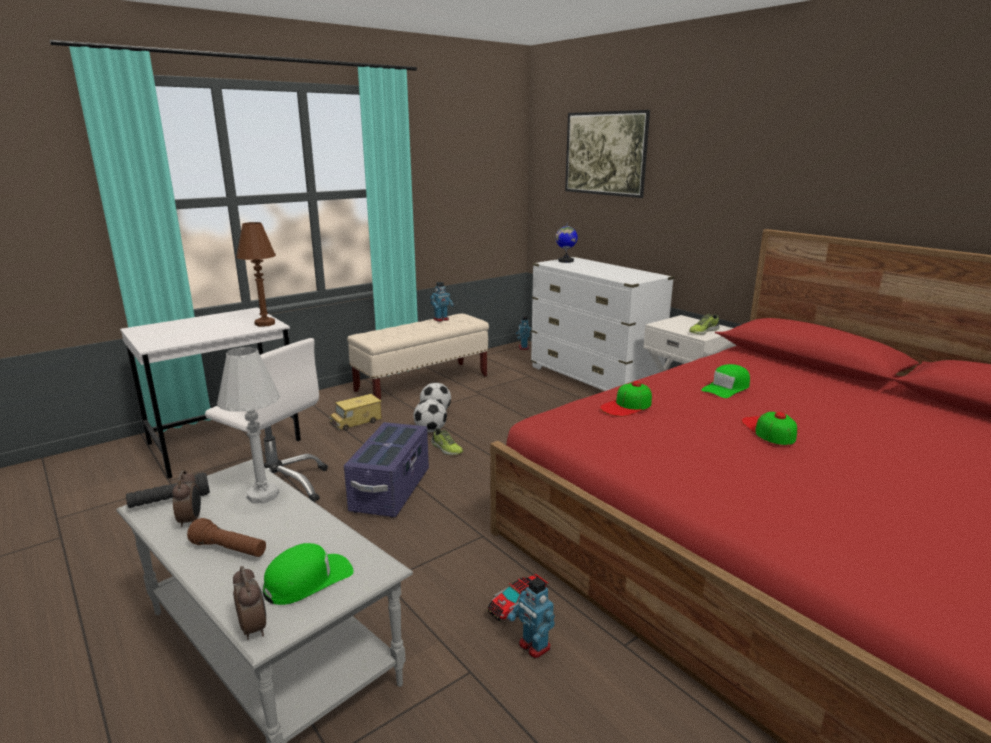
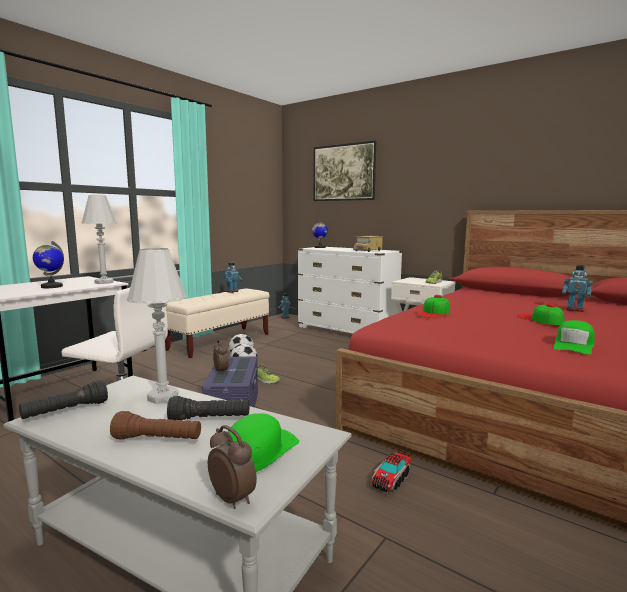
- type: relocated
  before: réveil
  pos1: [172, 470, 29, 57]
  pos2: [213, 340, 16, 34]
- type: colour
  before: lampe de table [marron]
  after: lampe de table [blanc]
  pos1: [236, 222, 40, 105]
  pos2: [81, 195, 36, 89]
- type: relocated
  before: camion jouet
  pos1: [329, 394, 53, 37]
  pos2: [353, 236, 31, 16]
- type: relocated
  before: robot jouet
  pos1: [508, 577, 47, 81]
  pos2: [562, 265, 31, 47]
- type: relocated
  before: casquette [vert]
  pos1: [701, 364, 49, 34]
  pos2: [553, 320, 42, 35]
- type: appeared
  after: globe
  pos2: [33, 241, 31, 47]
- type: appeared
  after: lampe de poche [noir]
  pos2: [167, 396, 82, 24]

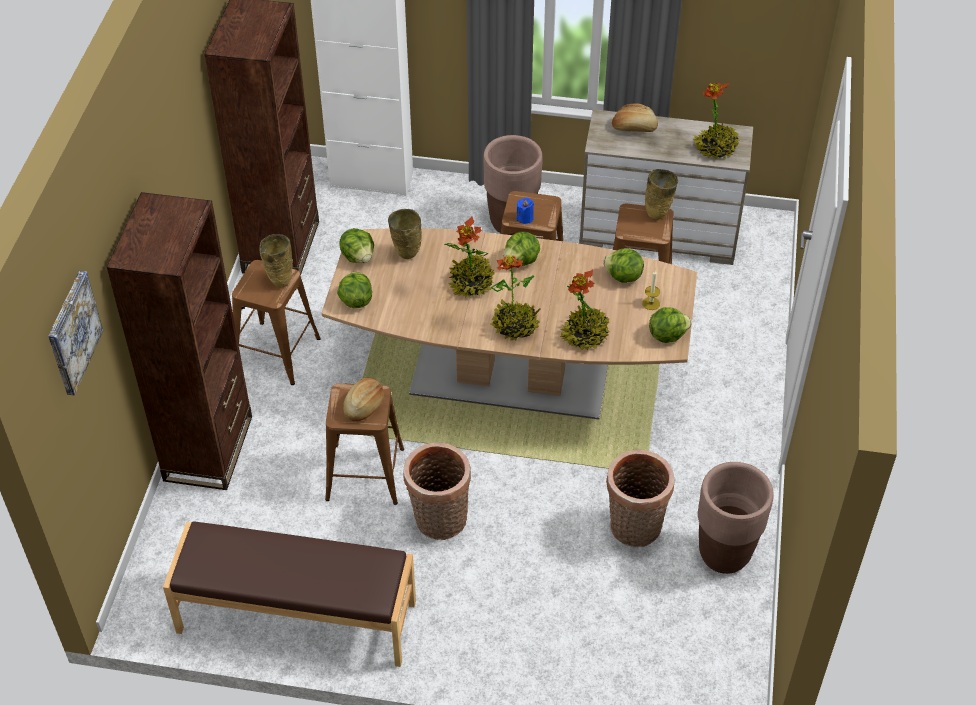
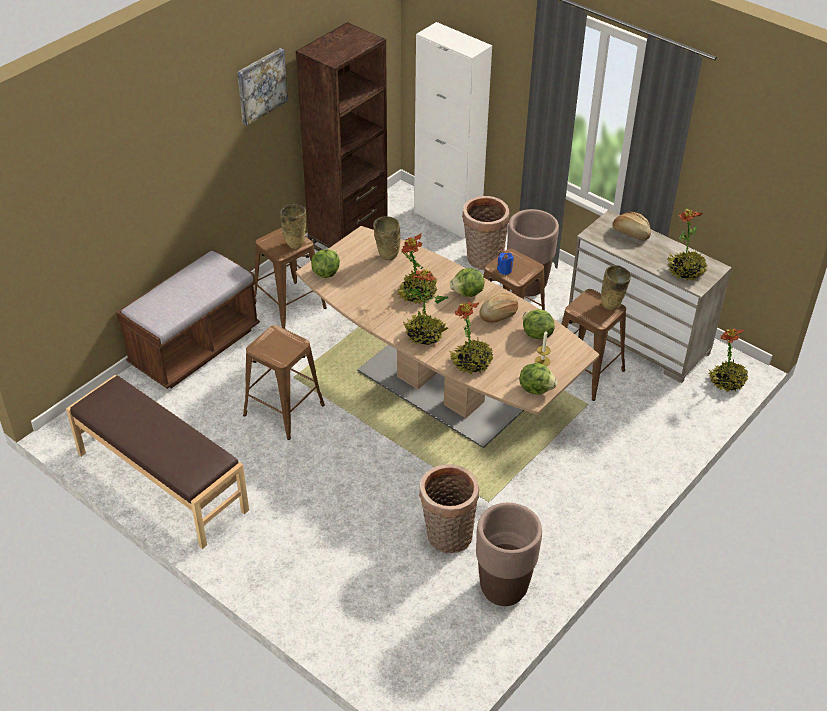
- type: relocated
  before: tableau
  pos1: [48, 271, 55, 125]
  pos2: [237, 48, 51, 78]
- type: exchanged
  before: bibliothèque [marron]
  after: banc [marron]
  pos1: [106, 192, 146, 298]
  pos2: [116, 249, 144, 140]
- type: missing
  before: laitue
  pos1: [339, 228, 35, 35]
- type: relocated
  before: pain
  pos1: [343, 378, 41, 43]
  pos2: [479, 293, 39, 30]
- type: relocated
  before: panier
  pos1: [403, 443, 68, 97]
  pos2: [462, 196, 48, 74]
- type: appeared
  after: plante en pot
  pos2: [708, 328, 40, 64]

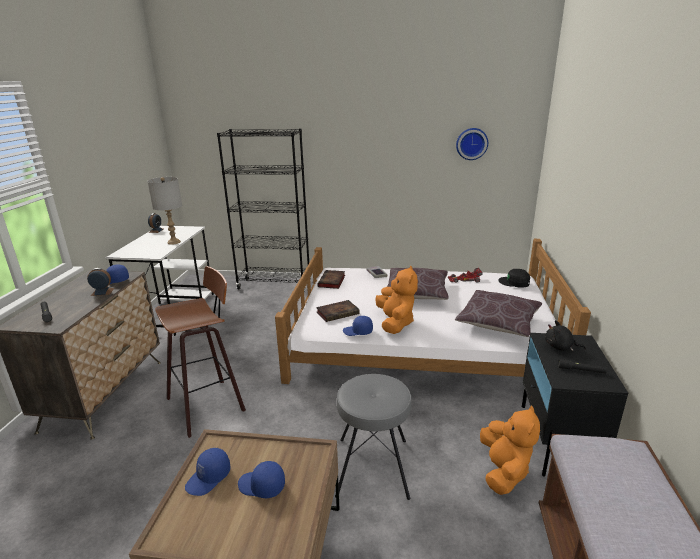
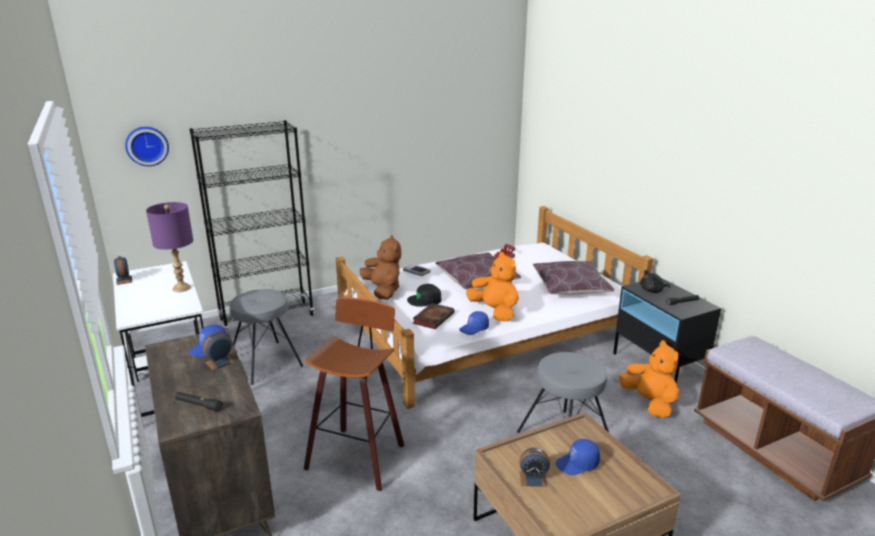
- type: colour
  before: lampe de table [gris]
  after: lampe de table [violet]
  pos1: [147, 177, 35, 68]
  pos2: [146, 202, 47, 90]
- type: exchanged
  before: casquette [bleu]
  after: réveil
  pos1: [185, 448, 46, 48]
  pos2: [519, 448, 31, 39]
- type: exchanged
  before: livre
  after: peluche [marron]
  pos1: [317, 270, 28, 19]
  pos2: [360, 235, 41, 65]
- type: relocated
  before: horloge murale
  pos1: [456, 128, 32, 32]
  pos2: [125, 127, 44, 39]
- type: relocated
  before: casquette [noir]
  pos1: [498, 269, 32, 18]
  pos2: [407, 284, 34, 23]
- type: appeared
  after: tabouret [gris]
  pos2: [230, 289, 73, 96]

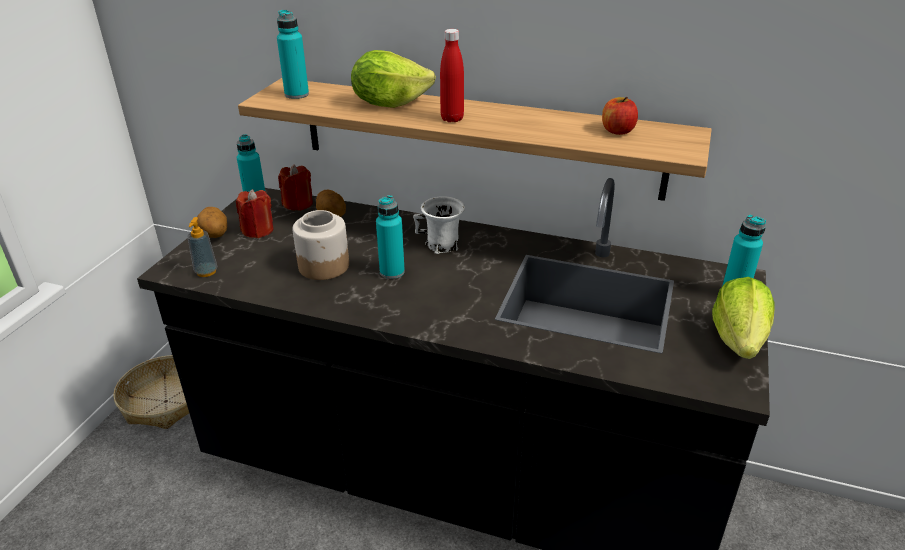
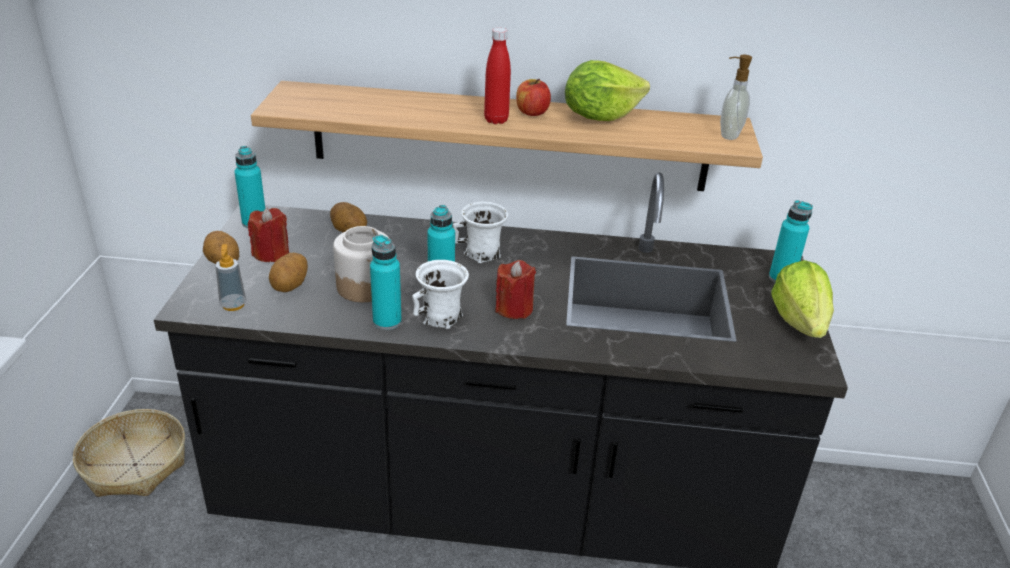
- type: relocated
  before: bouteille [turquoise]
  pos1: [277, 10, 32, 89]
  pos2: [370, 235, 32, 95]
- type: relocated
  before: bougie [rouge]
  pos1: [278, 164, 35, 47]
  pos2: [495, 260, 41, 59]
- type: relocated
  before: laitue
  pos1: [351, 50, 85, 58]
  pos2: [565, 60, 85, 61]
- type: relocated
  before: pomme
  pos1: [602, 97, 36, 38]
  pos2: [516, 79, 35, 37]
- type: appeared
  after: pomme de terre
  pos2: [269, 253, 39, 39]
- type: appeared
  after: mug [blanc]
  pos2: [412, 260, 57, 69]
- type: appeared
  after: distributeur de savon
  pos2: [720, 55, 32, 85]

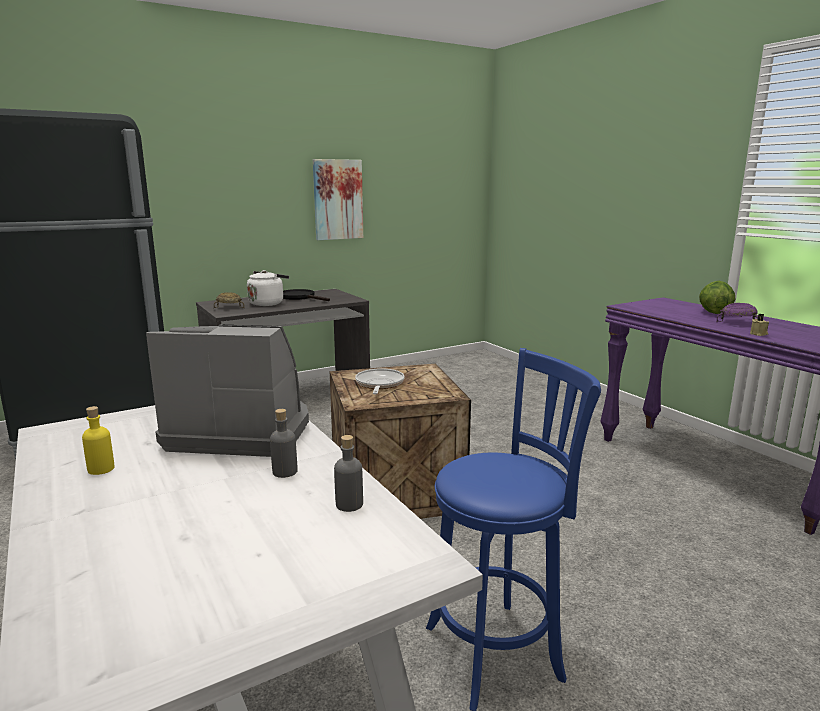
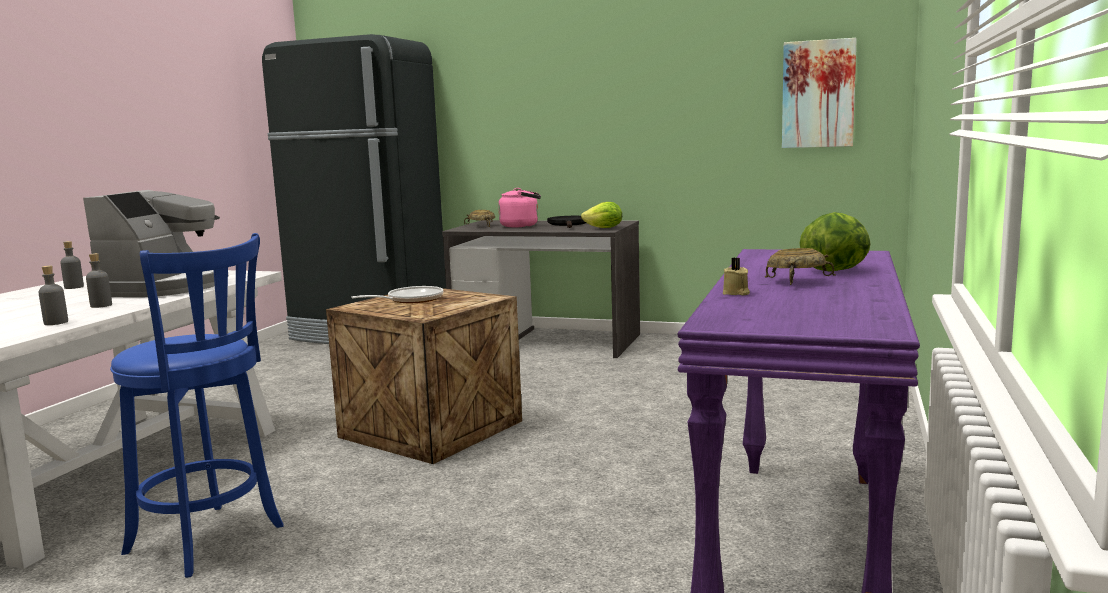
- type: colour
  before: bouteille [jaune]
  after: bouteille [gris]
  pos1: [82, 406, 33, 69]
  pos2: [60, 241, 24, 48]
- type: spun
  before: machine à café
  pos1: [146, 325, 163, 132]
  pos2: [83, 190, 146, 107]
  turn: 45
- type: colour
  before: bouilloire [blanc]
  after: bouilloire [rose]
  pos1: [247, 270, 42, 36]
  pos2: [498, 188, 43, 39]
- type: relocated
  before: tableau
  pos1: [313, 159, 50, 81]
  pos2: [782, 38, 75, 110]
- type: colour
  before: bol [violet]
  after: bol [beige]
  pos1: [716, 303, 42, 19]
  pos2: [765, 248, 71, 37]
- type: appeared
  after: laitue
  pos2: [581, 202, 41, 26]

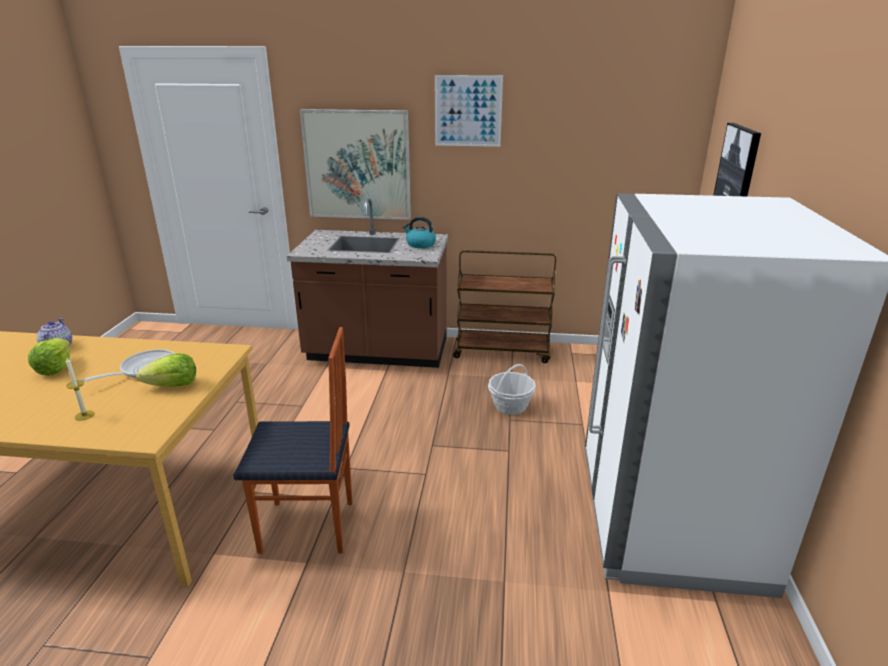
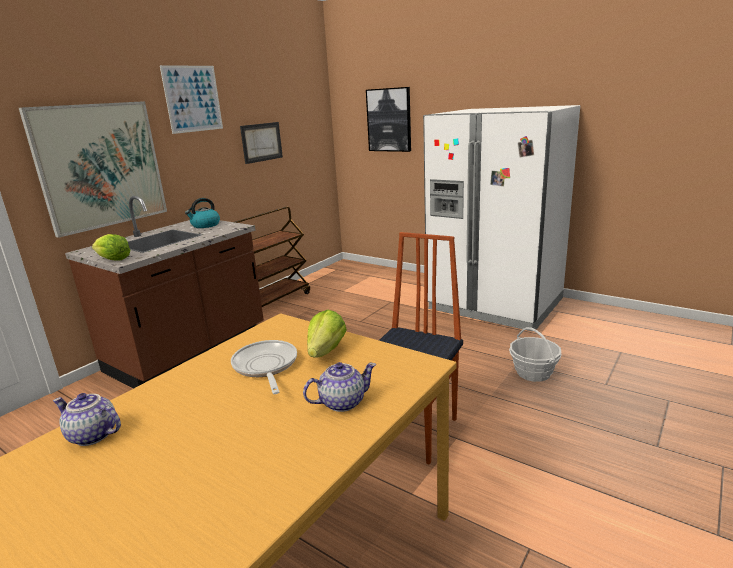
- type: relocated
  before: laitue
  pos1: [28, 338, 42, 38]
  pos2: [92, 234, 39, 27]
- type: exchanged
  before: bougie
  after: théière
  pos1: [66, 358, 29, 63]
  pos2: [303, 362, 73, 50]
- type: relocated
  before: panier
  pos1: [488, 364, 48, 51]
  pos2: [509, 327, 52, 55]
- type: appeared
  after: tableau
  pos2: [240, 122, 43, 42]

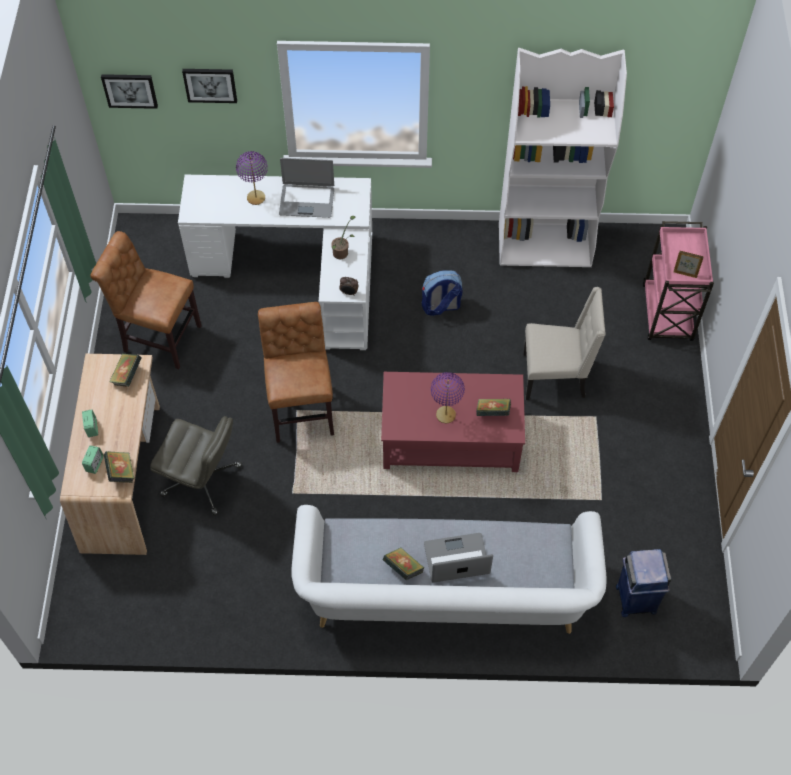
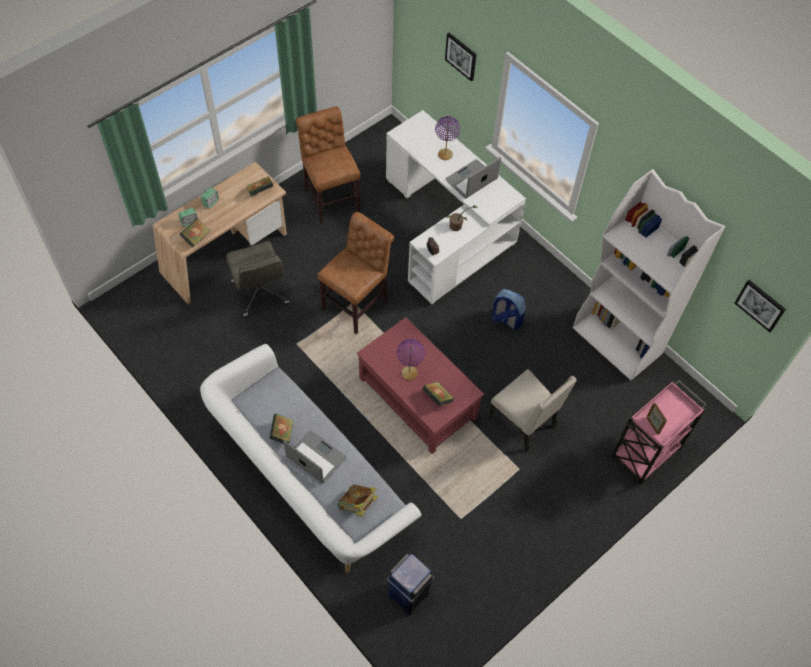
- type: relocated
  before: tableau
  pos1: [101, 74, 57, 35]
  pos2: [735, 280, 51, 52]
- type: spun
  before: ordinateur portable
  pos1: [279, 158, 55, 60]
  pos2: [446, 157, 55, 41]
  turn: 90
- type: appeared
  after: livre
  pos2: [337, 484, 41, 32]

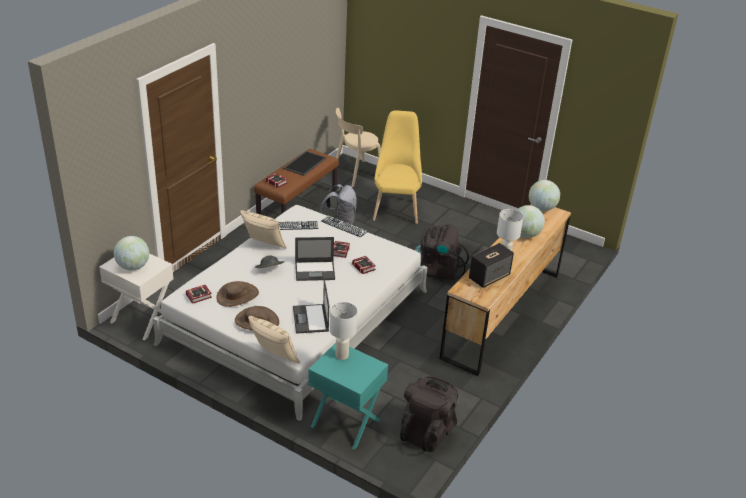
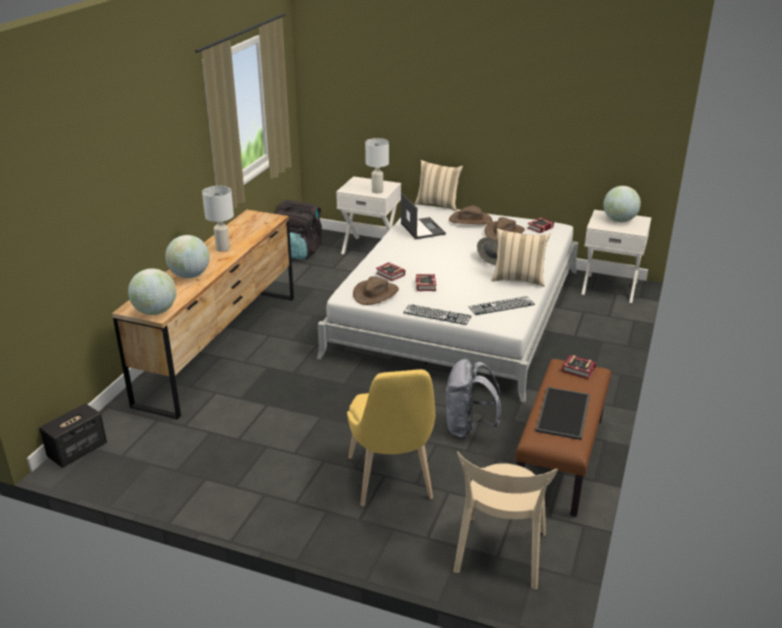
- type: missing
  before: ordinateur portable
  pos1: [295, 237, 40, 44]
- type: colour
  before: table de chevet [turquoise]
  after: table de chevet [blanc]
  pos1: [308, 343, 80, 107]
  pos2: [336, 176, 65, 78]
- type: spun
  before: chaise [beige]
  pos1: [336, 107, 45, 80]
  pos2: [453, 451, 105, 138]
  turn: 150
- type: missing
  before: sac à dos [noir]
  pos1: [415, 224, 54, 57]
- type: relocated
  before: enceinte
  pos1: [469, 243, 45, 45]
  pos2: [39, 403, 68, 65]
- type: appeared
  after: chapeau [marron]
  pos2: [353, 276, 46, 29]

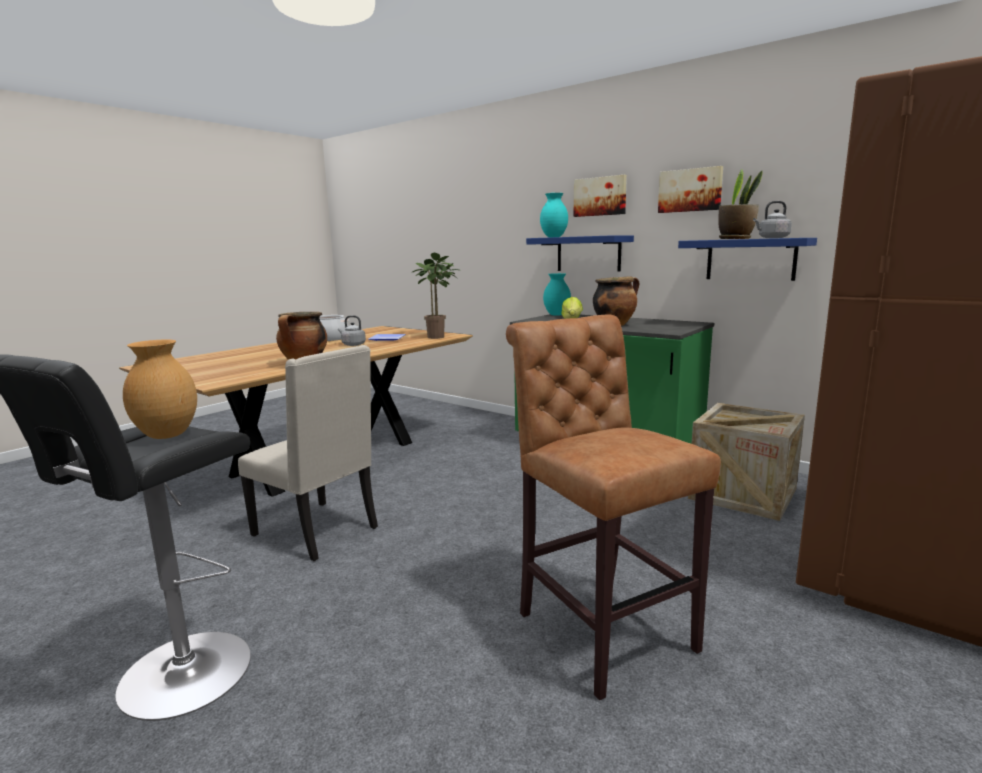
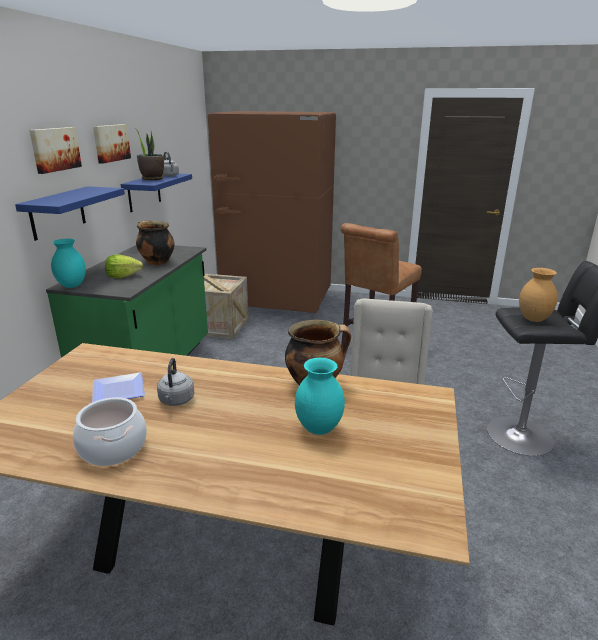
- type: missing
  before: plante en pot
  pos1: [413, 253, 46, 86]
- type: relocated
  before: vase [turquoise]
  pos1: [540, 193, 28, 44]
  pos2: [295, 358, 50, 77]

